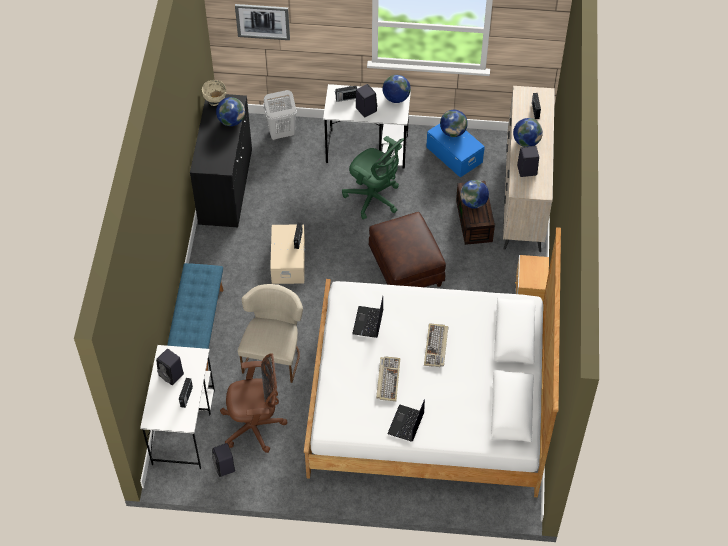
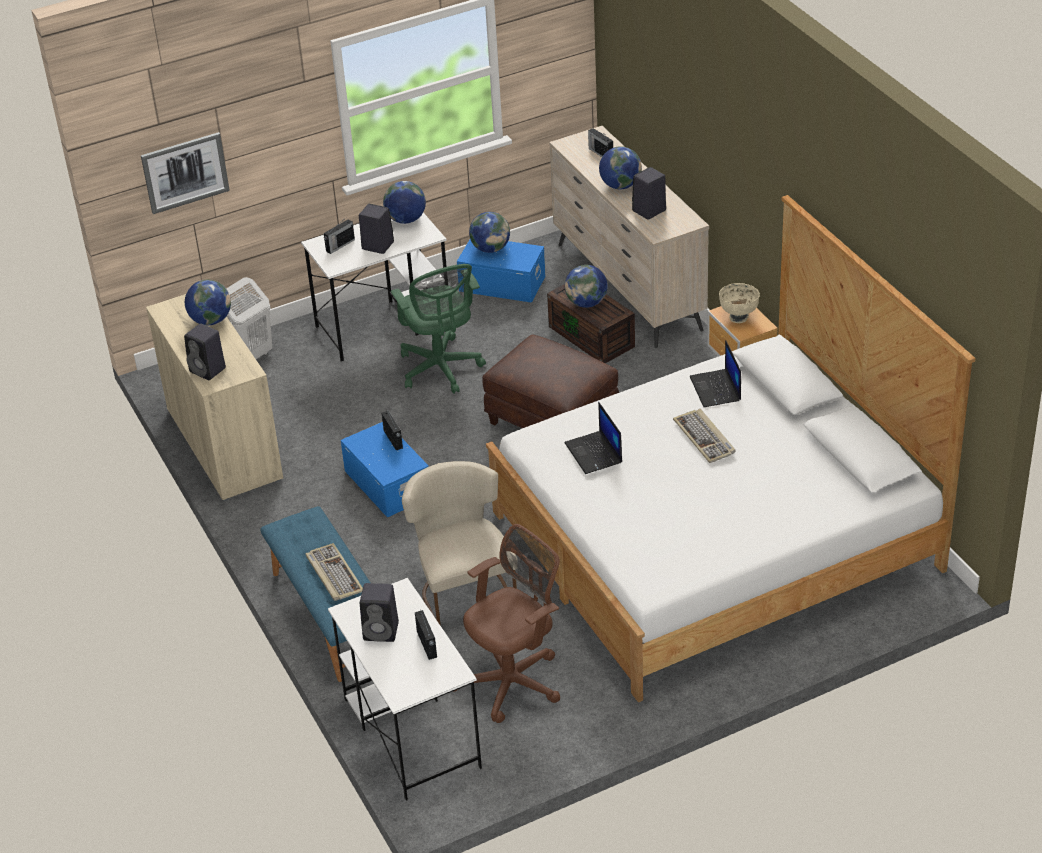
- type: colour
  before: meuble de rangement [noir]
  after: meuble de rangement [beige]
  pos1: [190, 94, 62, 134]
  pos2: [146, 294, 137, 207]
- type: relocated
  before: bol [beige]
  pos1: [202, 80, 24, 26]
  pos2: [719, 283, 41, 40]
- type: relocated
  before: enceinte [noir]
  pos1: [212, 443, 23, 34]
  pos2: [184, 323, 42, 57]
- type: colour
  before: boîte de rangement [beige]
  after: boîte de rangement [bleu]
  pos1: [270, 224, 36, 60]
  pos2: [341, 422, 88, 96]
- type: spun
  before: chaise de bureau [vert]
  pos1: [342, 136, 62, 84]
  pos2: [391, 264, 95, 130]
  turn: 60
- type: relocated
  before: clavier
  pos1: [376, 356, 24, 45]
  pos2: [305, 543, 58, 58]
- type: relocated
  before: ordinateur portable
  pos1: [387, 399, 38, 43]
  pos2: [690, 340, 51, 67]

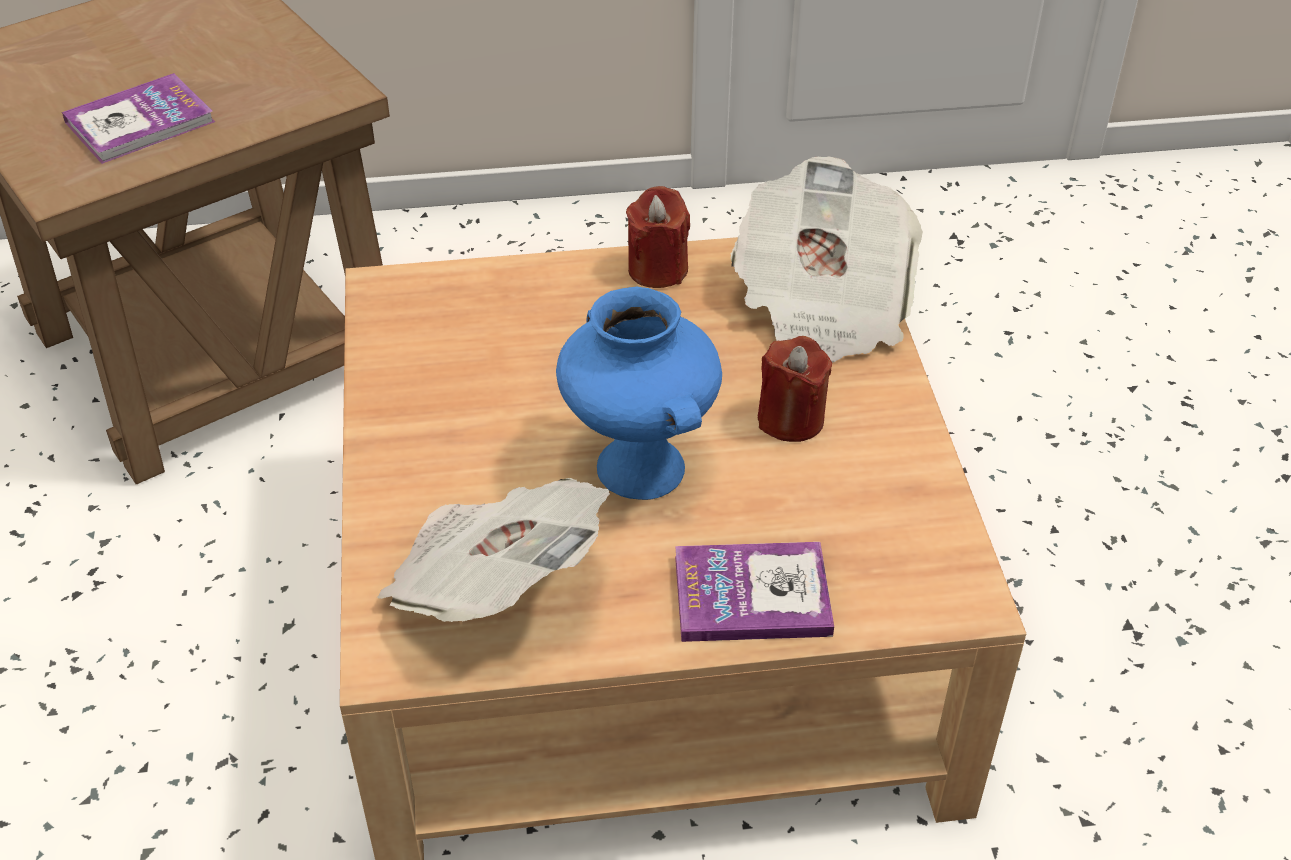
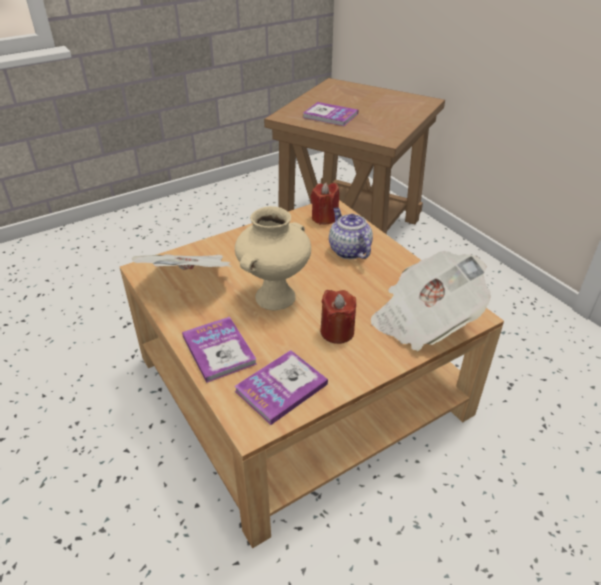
- type: colour
  before: vase [bleu]
  after: vase [beige]
  pos1: [556, 287, 166, 213]
  pos2: [235, 206, 76, 105]
- type: relocated
  before: bougie [rouge]
  pos1: [626, 186, 64, 102]
  pos2: [311, 182, 28, 43]
- type: appeared
  after: livre
  pos2: [234, 350, 94, 75]
- type: appeared
  after: théière
  pos2: [329, 208, 44, 51]

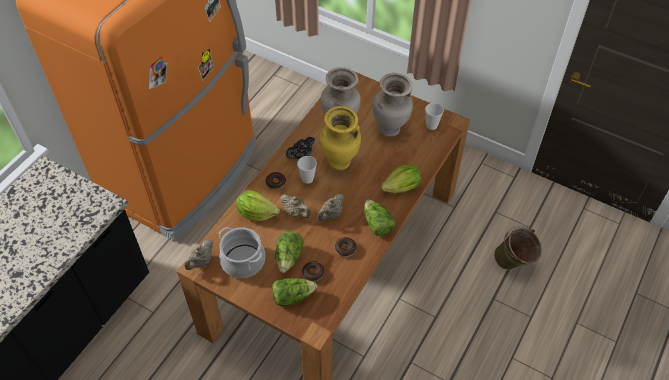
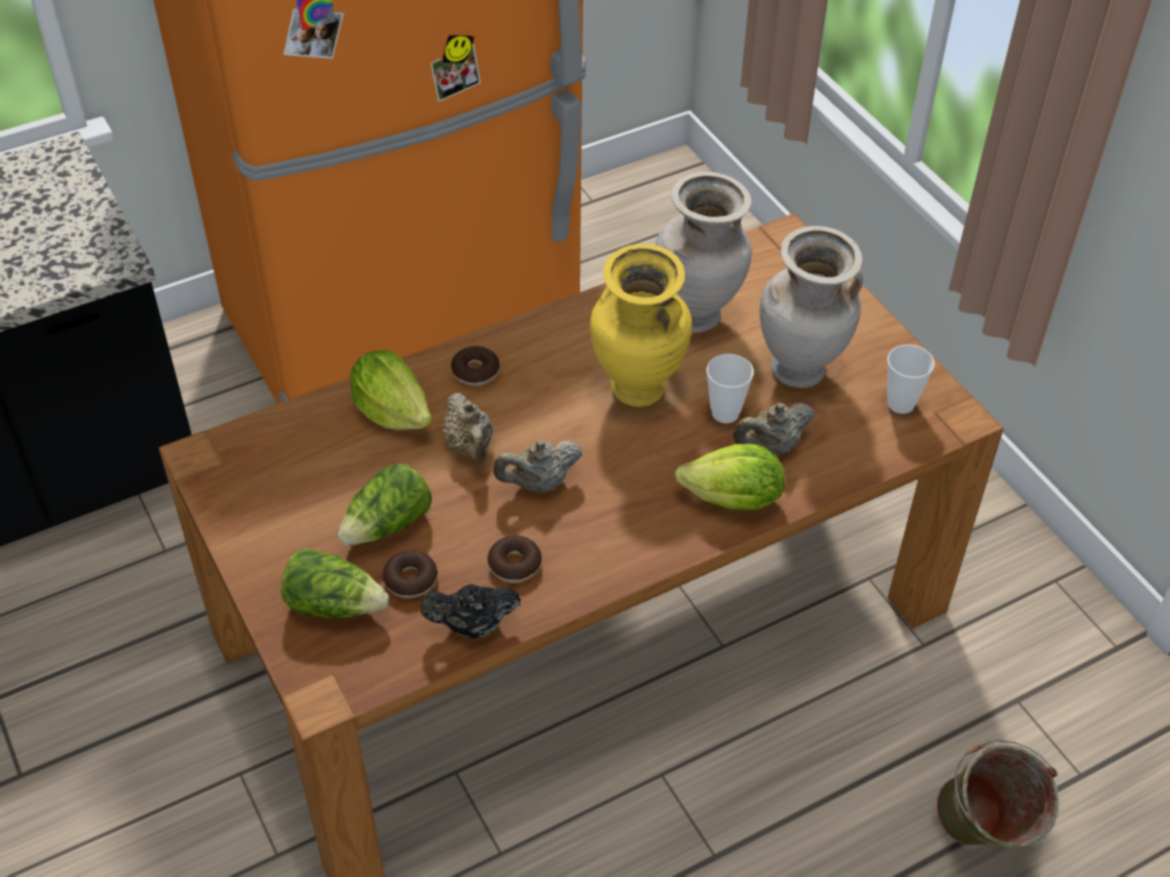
- type: relocated
  before: théière [beige]
  pos1: [184, 240, 29, 30]
  pos2: [733, 402, 81, 53]
- type: missing
  before: marmite
  pos1: [218, 227, 47, 51]
- type: relocated
  before: théière [noir]
  pos1: [286, 137, 29, 22]
  pos2: [420, 584, 101, 54]
- type: relocated
  before: tasse
  pos1: [297, 156, 20, 28]
  pos2: [706, 354, 48, 69]
- type: missing
  before: laitue
  pos1: [364, 199, 31, 37]

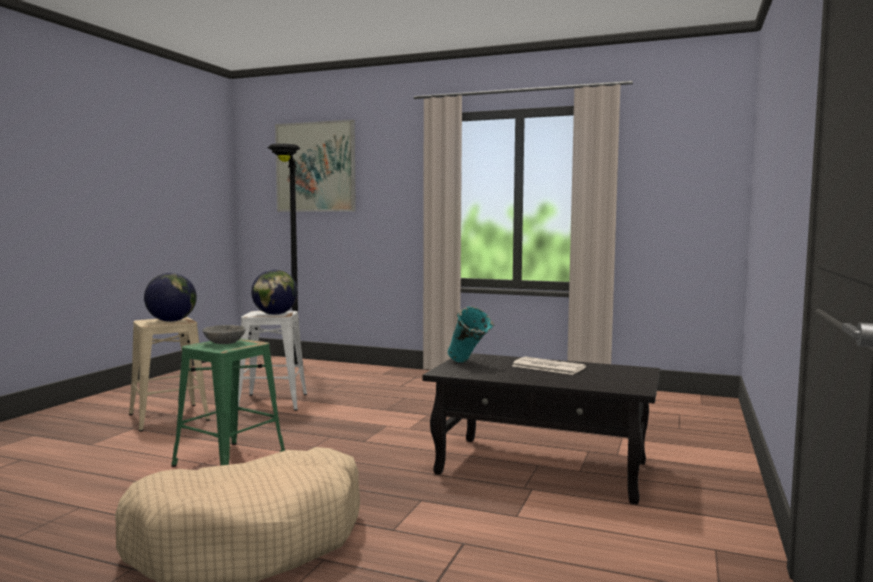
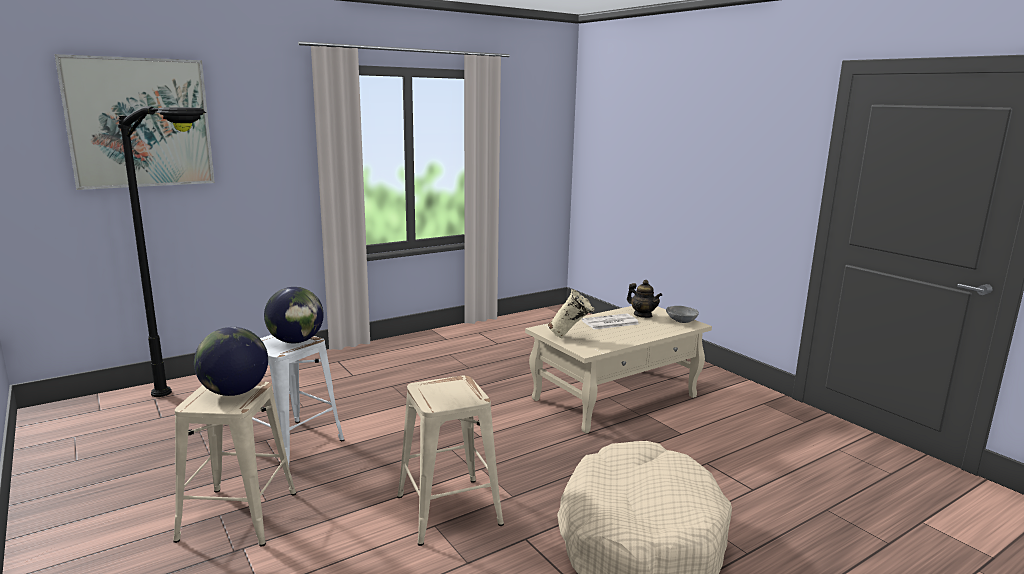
- type: colour
  before: tabouret [vert]
  after: tabouret [beige]
  pos1: [171, 338, 114, 129]
  pos2: [397, 375, 107, 171]
- type: relocated
  before: bol [gris]
  pos1: [203, 325, 42, 19]
  pos2: [666, 306, 33, 17]
- type: colour
  before: table basse [noir]
  after: table basse [beige]
  pos1: [422, 353, 238, 152]
  pos2: [525, 306, 187, 127]
- type: colour
  before: vase [turquoise]
  after: vase [beige]
  pos1: [448, 306, 46, 56]
  pos2: [548, 289, 47, 49]
- type: appeared
  after: théière
  pos2: [627, 280, 35, 38]

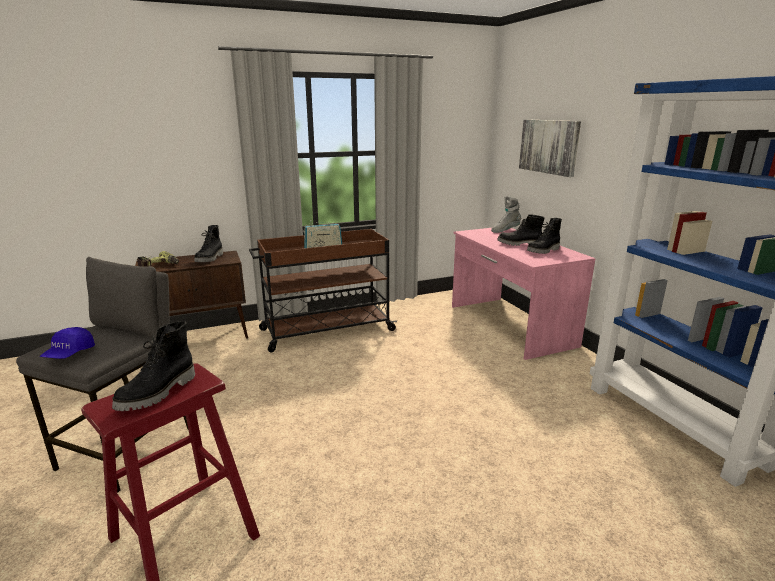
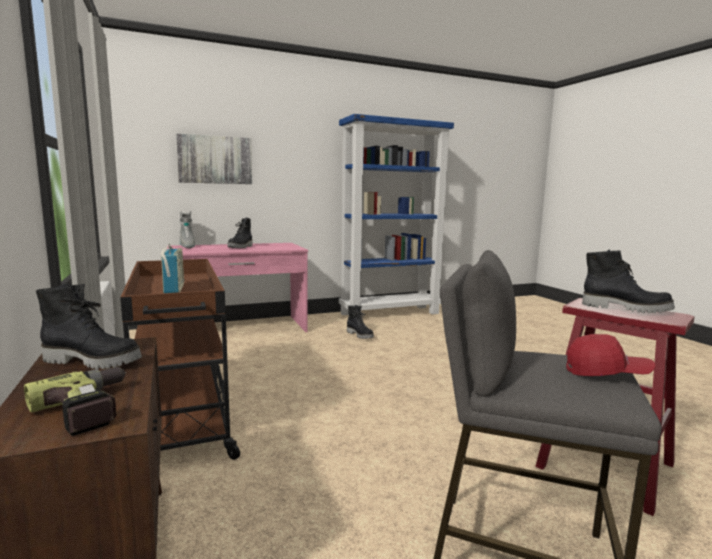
- type: colour
  before: casquette [bleu]
  after: casquette [rouge]
  pos1: [40, 327, 55, 32]
  pos2: [566, 334, 89, 42]
- type: relocated
  before: botte [noir]
  pos1: [527, 218, 35, 36]
  pos2: [347, 305, 27, 34]

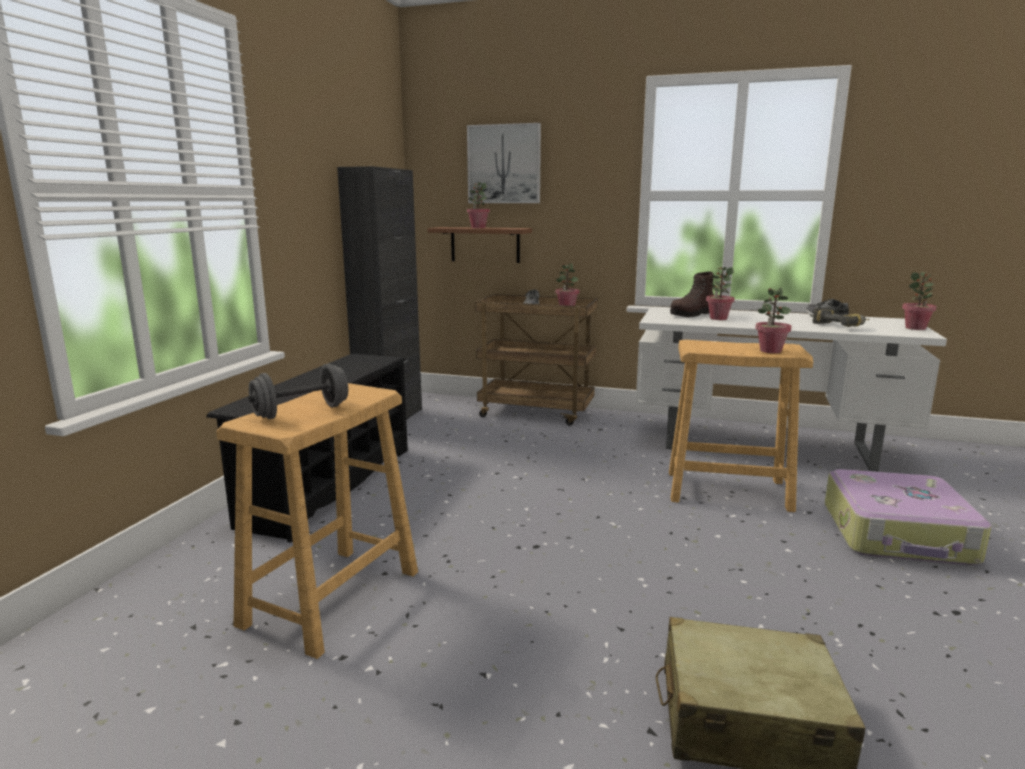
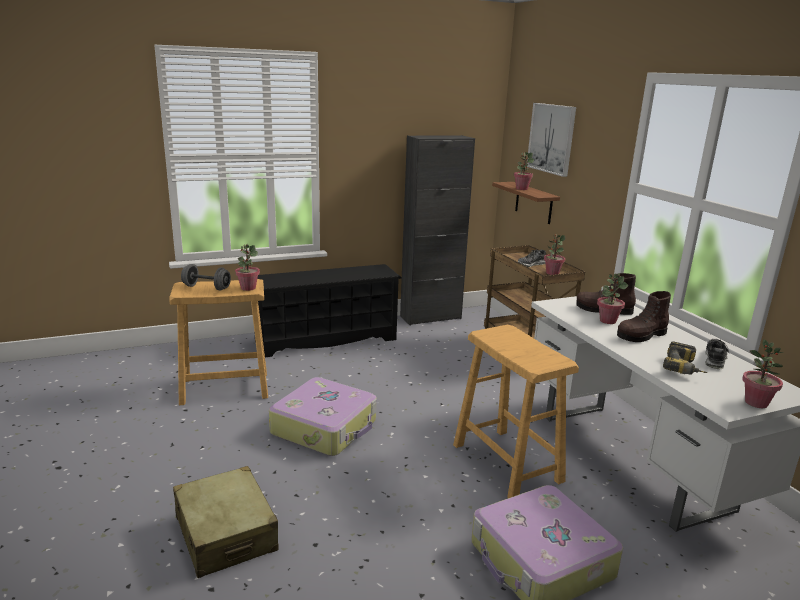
- type: relocated
  before: plante en pot
  pos1: [755, 288, 37, 65]
  pos2: [235, 244, 25, 47]
- type: appeared
  after: valise
  pos2: [269, 377, 108, 79]
- type: appeared
  after: botte [marron]
  pos2: [617, 291, 54, 51]

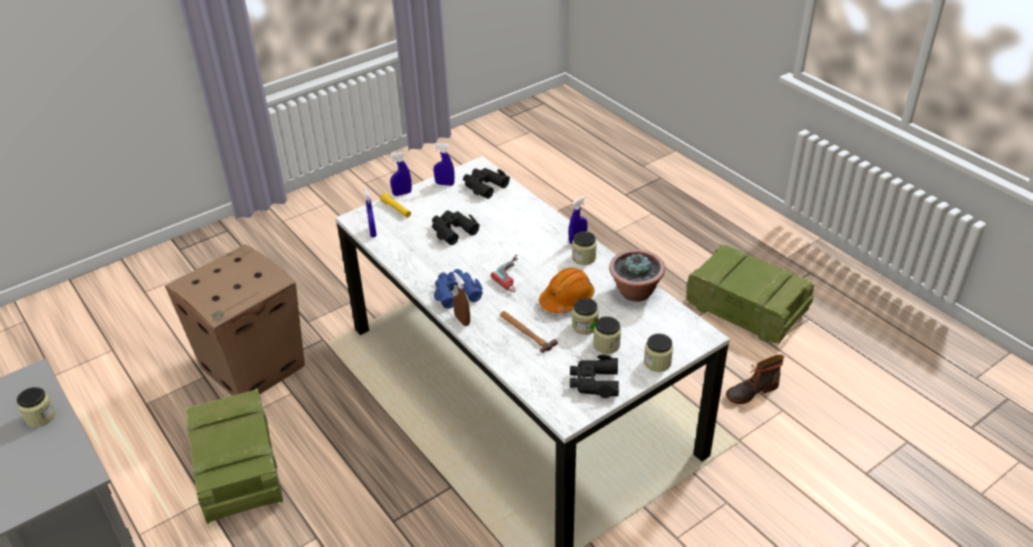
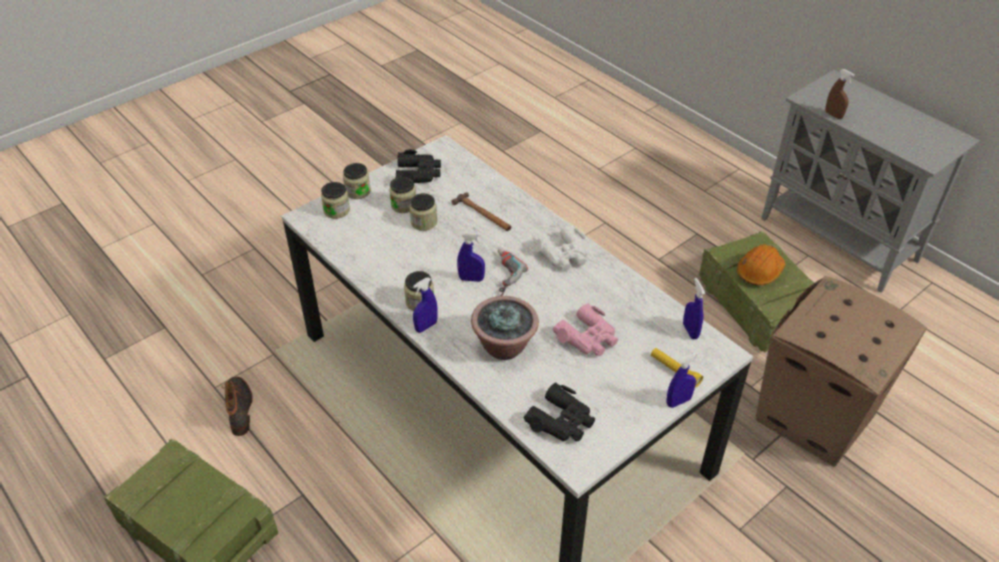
- type: relocated
  before: bocal
  pos1: [17, 387, 39, 40]
  pos2: [321, 182, 29, 37]
- type: colour
  before: jumelles [noir]
  after: jumelles [rose]
  pos1: [432, 210, 48, 35]
  pos2: [553, 303, 65, 53]
- type: relocated
  before: vaporisateur [bleu]
  pos1: [434, 143, 21, 43]
  pos2: [457, 232, 28, 50]
- type: colour
  before: jumelles [bleu]
  after: jumelles [blanc]
  pos1: [434, 269, 49, 39]
  pos2: [533, 225, 55, 46]
- type: relocated
  before: vaporisateur [marron]
  pos1: [453, 272, 17, 54]
  pos2: [825, 69, 30, 50]
- type: relocated
  before: casque de chantier [orange]
  pos1: [539, 267, 55, 46]
  pos2: [737, 244, 48, 42]
- type: relocated
  before: plante en pot
  pos1: [609, 249, 56, 53]
  pos2: [471, 296, 68, 64]
- type: spun
  before: botte
  pos1: [726, 355, 58, 49]
  pos2: [222, 377, 31, 59]
  turn: -75

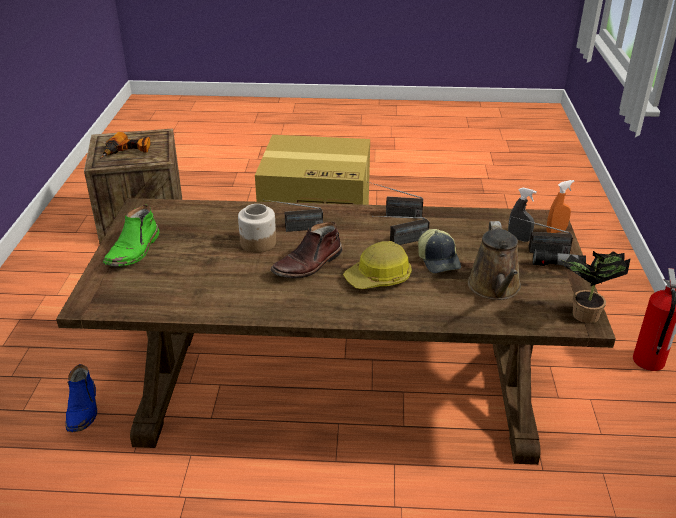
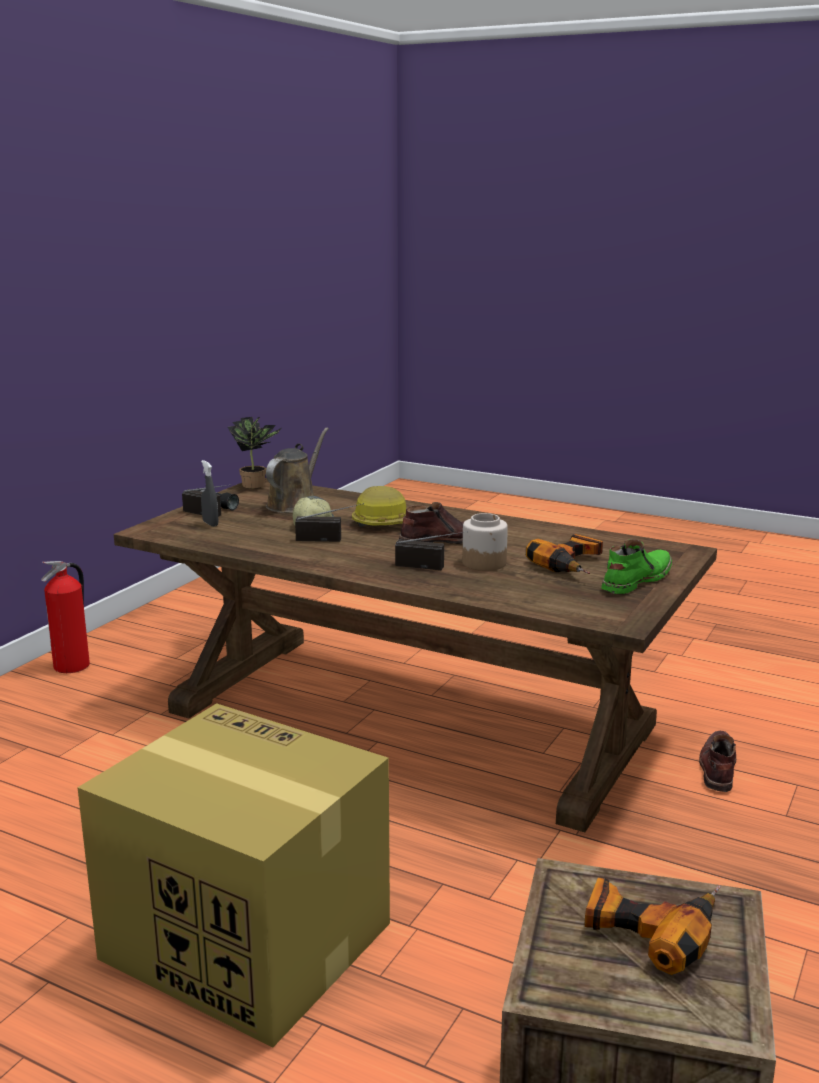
- type: colour
  before: botte [bleu]
  after: botte [marron]
  pos1: [66, 364, 31, 68]
  pos2: [699, 731, 37, 61]
- type: missing
  before: radio
  pos1: [369, 182, 54, 35]
- type: missing
  before: vaporisateur [orange]
  pos1: [546, 180, 29, 53]
- type: appeared
  after: perceuse
  pos2: [526, 534, 77, 40]

